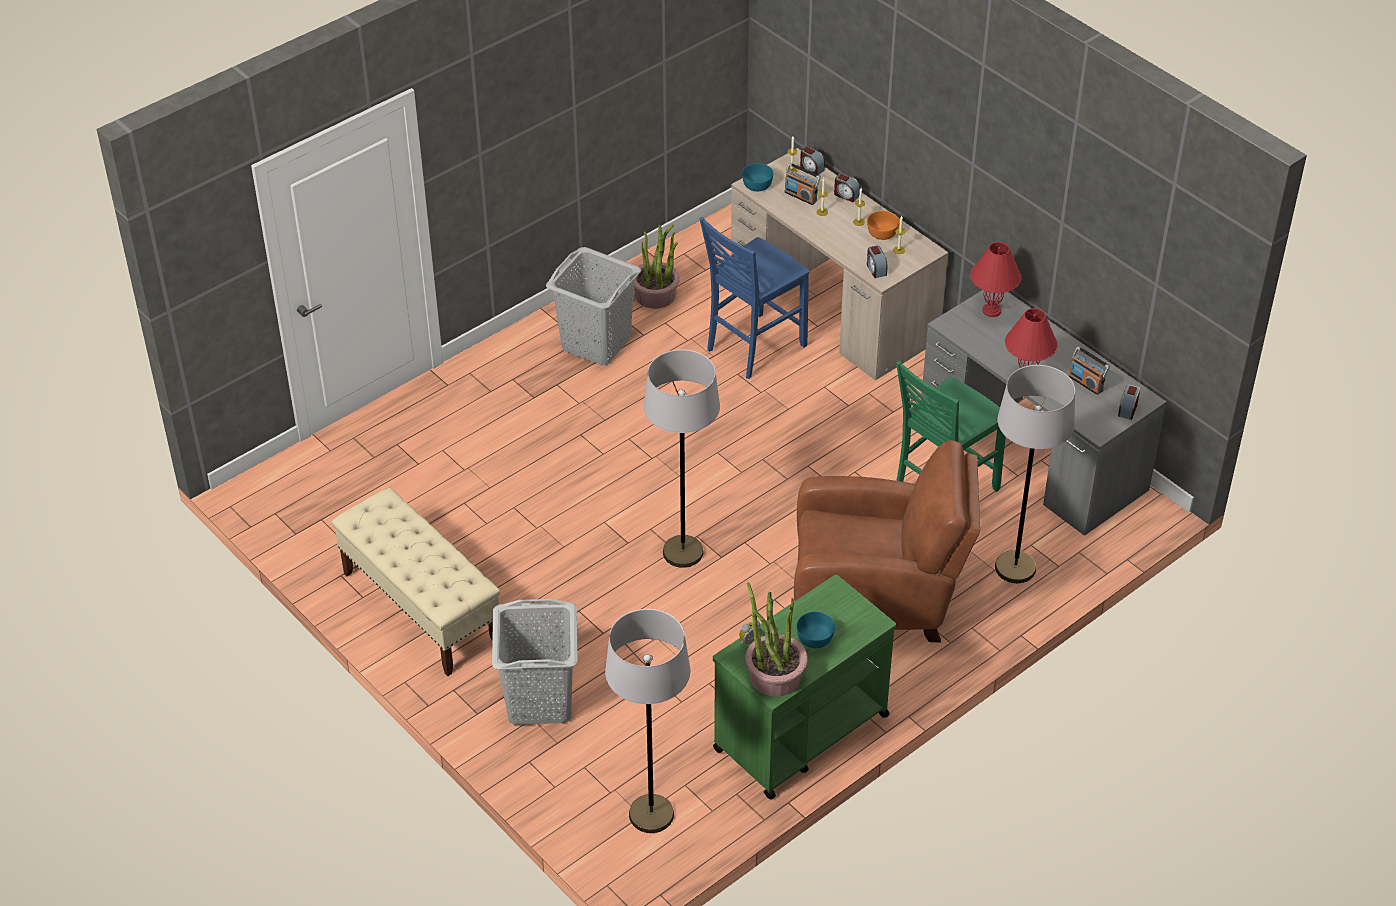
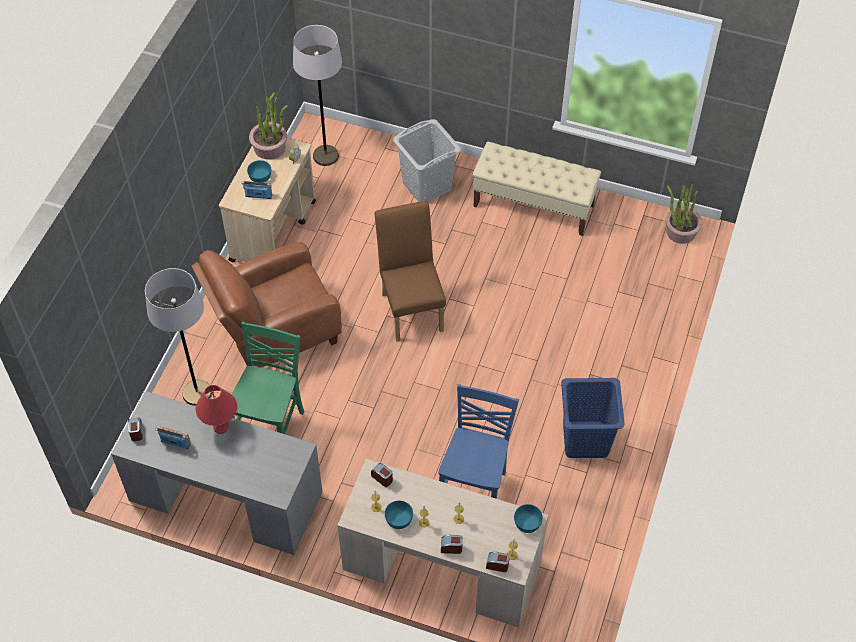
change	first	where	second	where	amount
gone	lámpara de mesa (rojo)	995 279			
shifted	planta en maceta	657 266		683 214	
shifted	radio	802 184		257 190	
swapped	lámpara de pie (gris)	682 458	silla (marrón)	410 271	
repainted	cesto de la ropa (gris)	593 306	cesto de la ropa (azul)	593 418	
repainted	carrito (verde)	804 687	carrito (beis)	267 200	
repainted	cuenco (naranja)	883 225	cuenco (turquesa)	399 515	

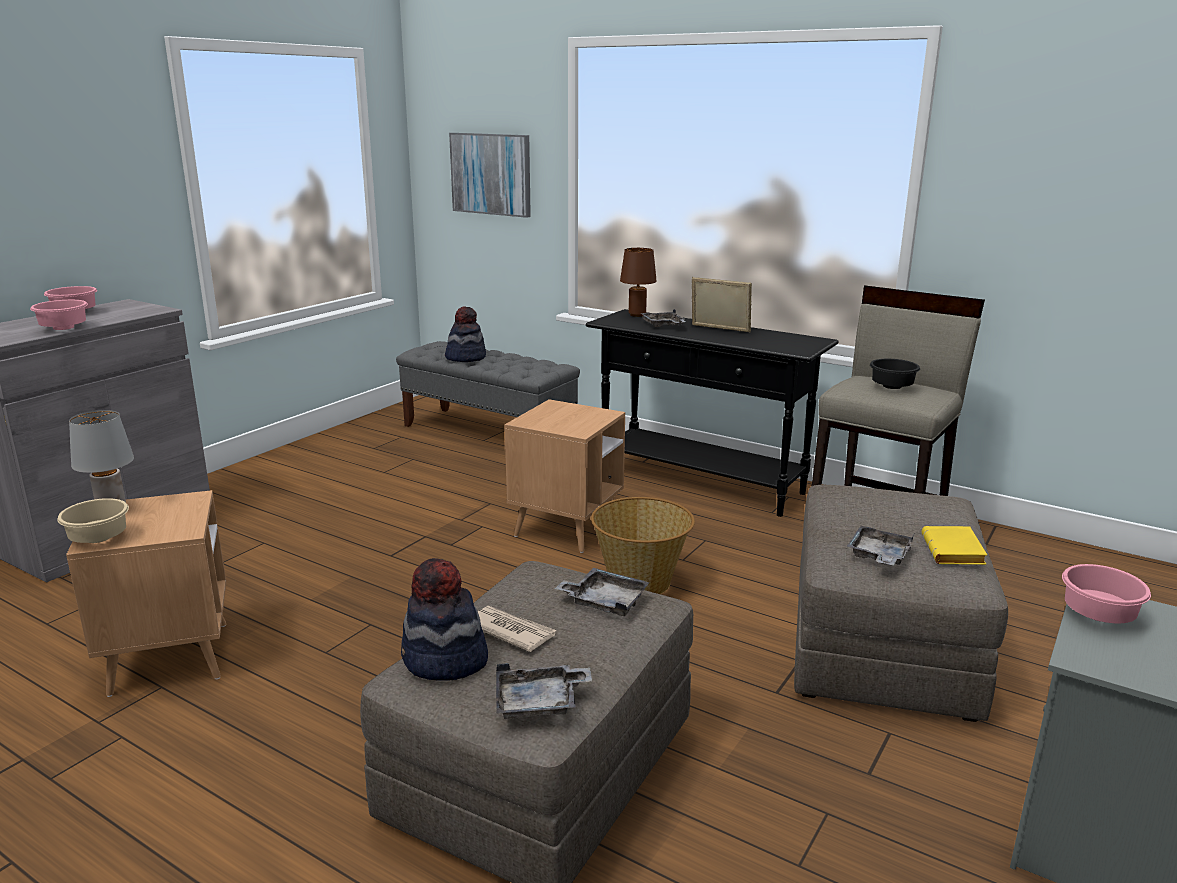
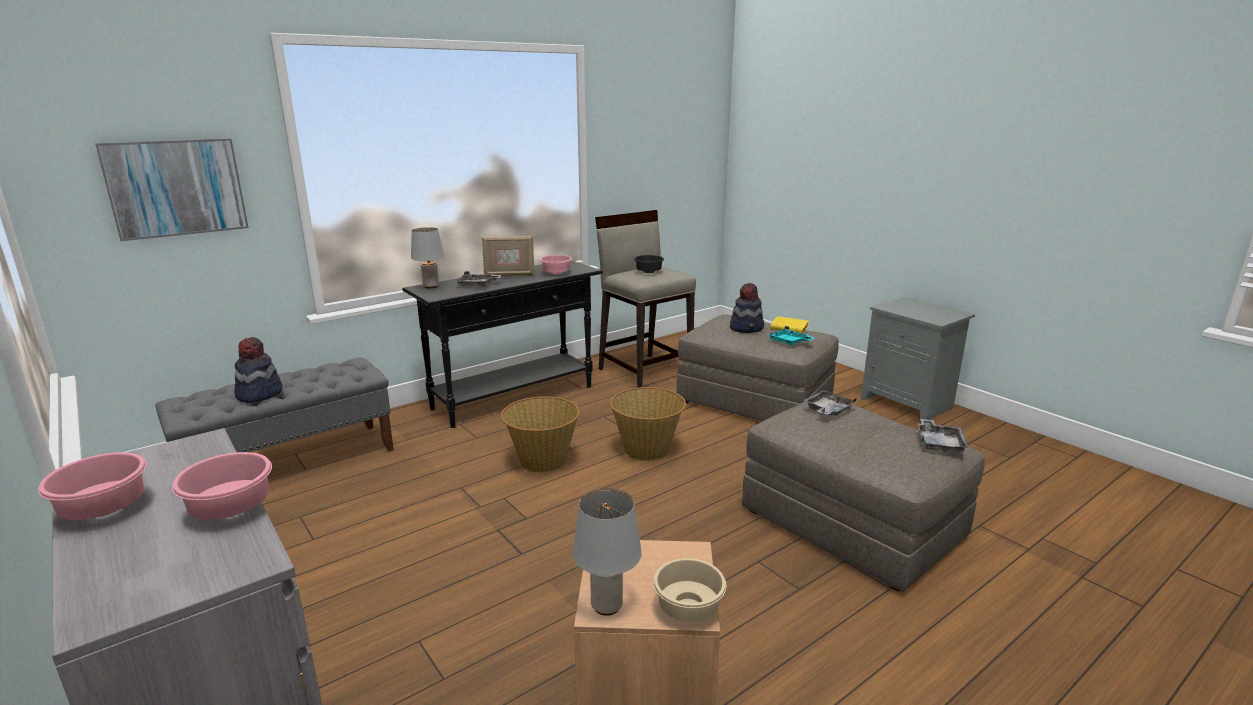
change	first	where	second	where	amount
gone	periódico	517 629			
shifted	sombrero	444 619		747 308	
shifted	cuenco (rosa)	1106 593		556 264	
swapped	mesa auxiliar (marrón)	565 476	cesta	540 434	
repainted	lámpara de mesa (marrón)	638 282	lámpara de mesa (gris)	427 258	
repainted	bandeja (gris)	880 545	bandeja (turquesa)	791 336	
rotated	portarretratos	722 304		508 256	150 degrees counterclockwise

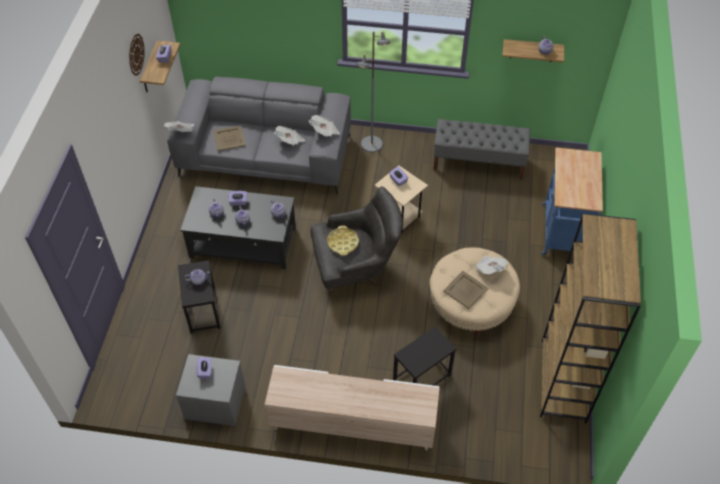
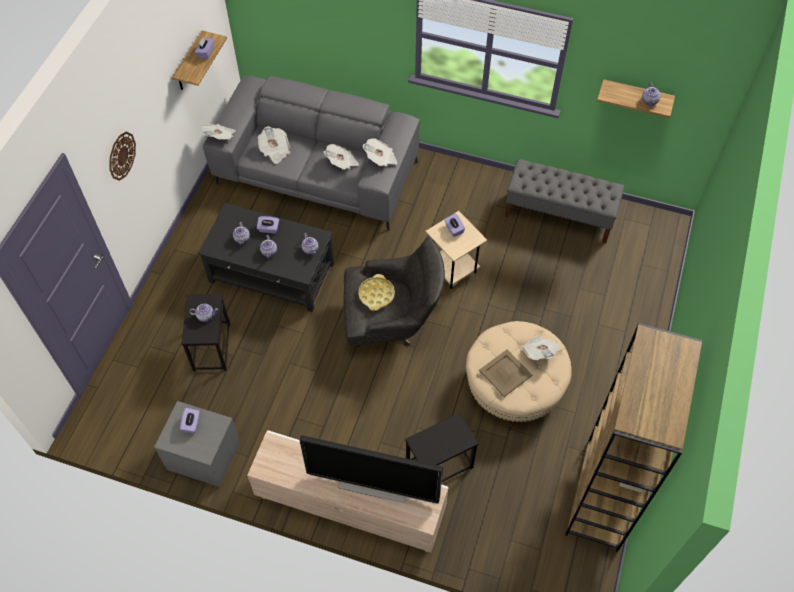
change	first	where	second	where	amount
gone	lámpara de pie (gris)	373 92			
gone	carrito (azul)	572 201			
new			televisor	371 469	
shifted	reloj de pared	137 54		123 156	
swapped	bandeja (beis)	229 138	periódico	274 145	

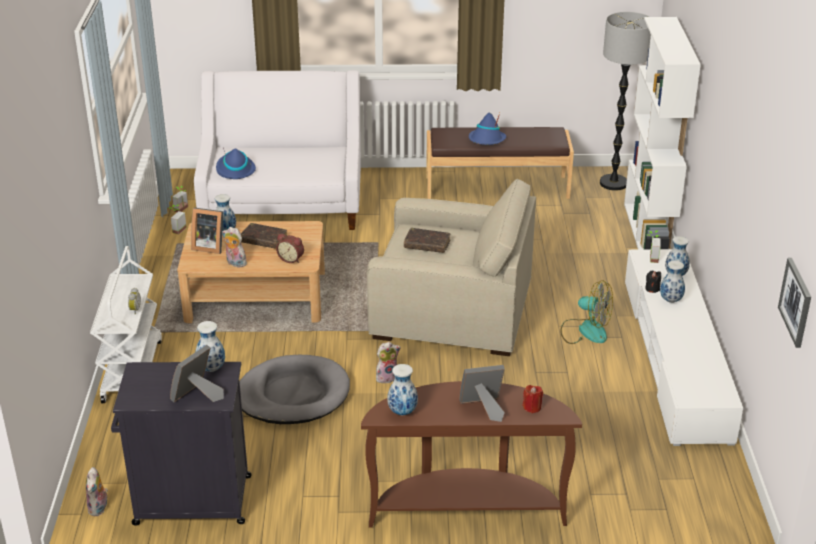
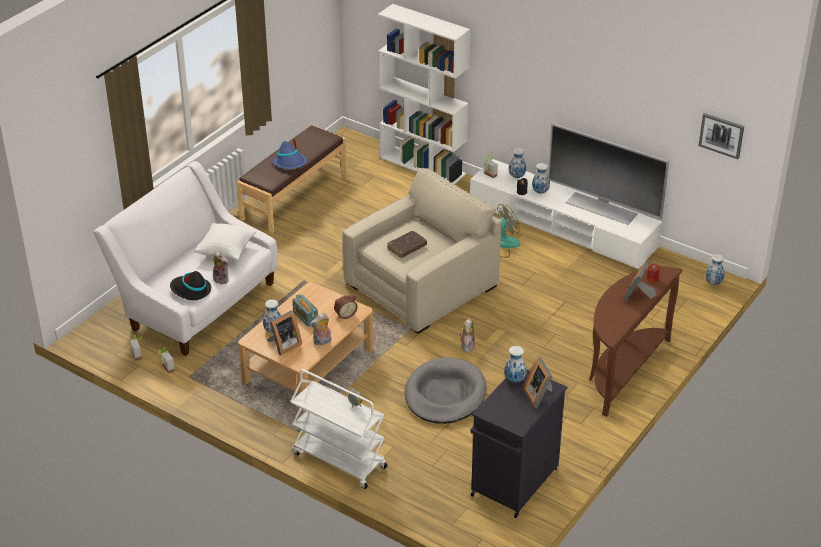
change	first	where	second	where	amount
gone	lámpara de pie	625 101			
new			cojín (blanco)	225 241	
new			televisor	608 174	
shifted	peluche	97 491		221 268	
shifted	florero	402 389		715 269	
swapped	libro (marrón)	264 236	radio	305 310	
repainted	sombrero (azul)	236 163	sombrero (negro)	190 285	

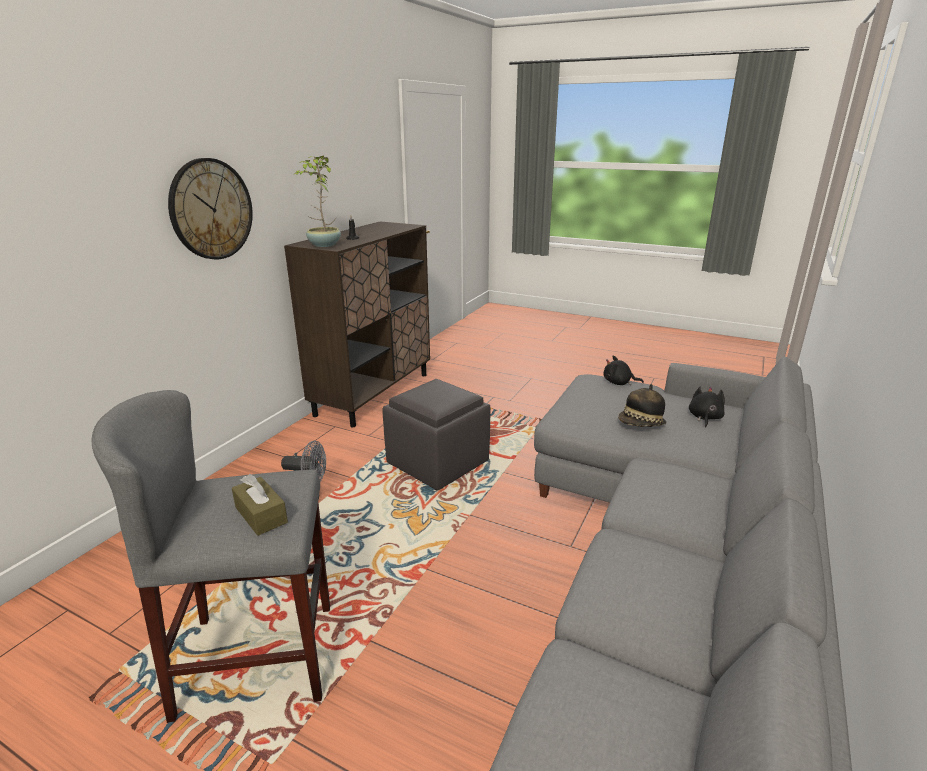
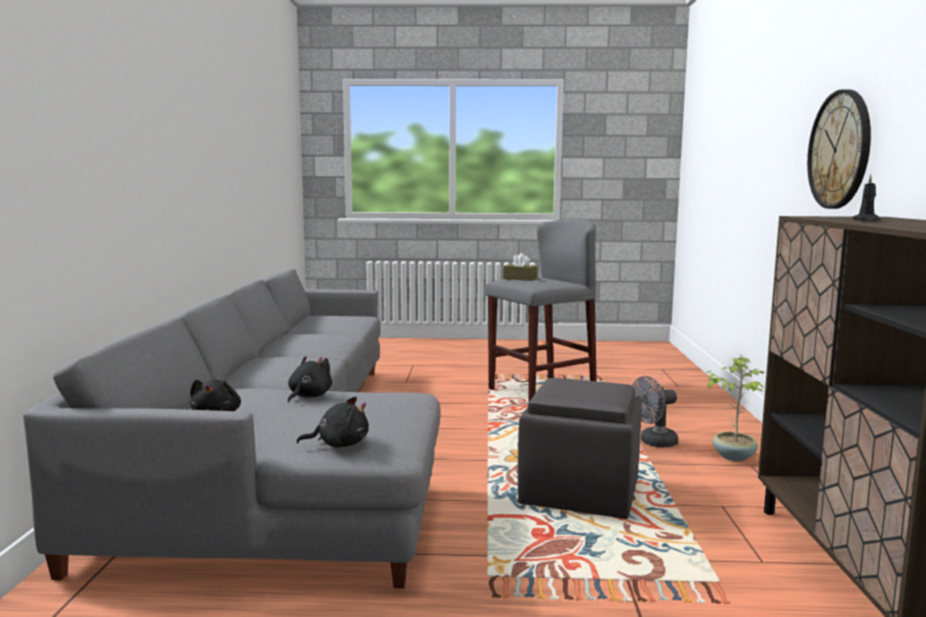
change	first	where	second	where	amount
shifted	planta en maceta	317 201		734 407	
swapped	sombrero	642 405	peluche (negro)	310 379	

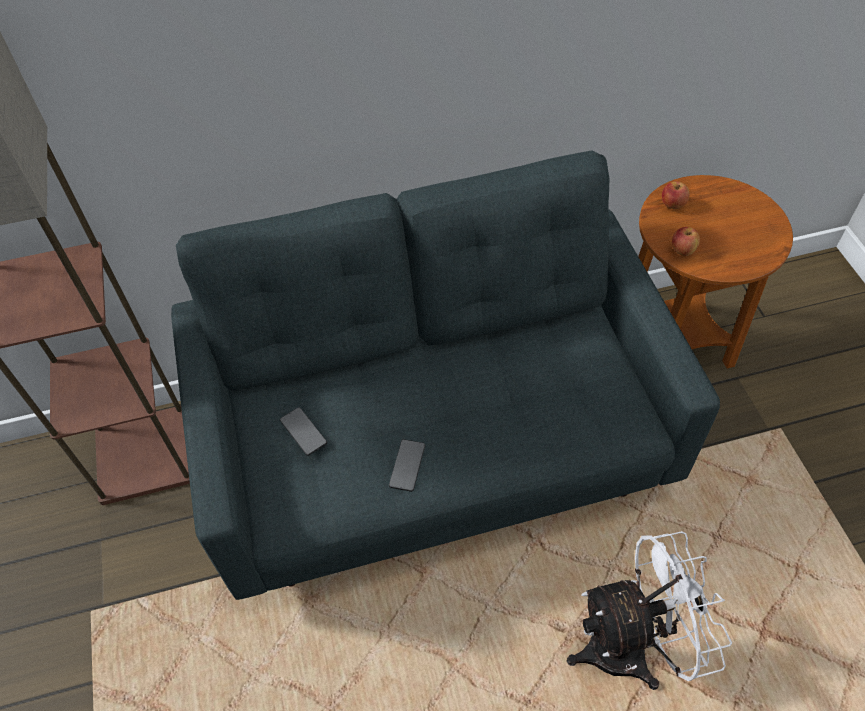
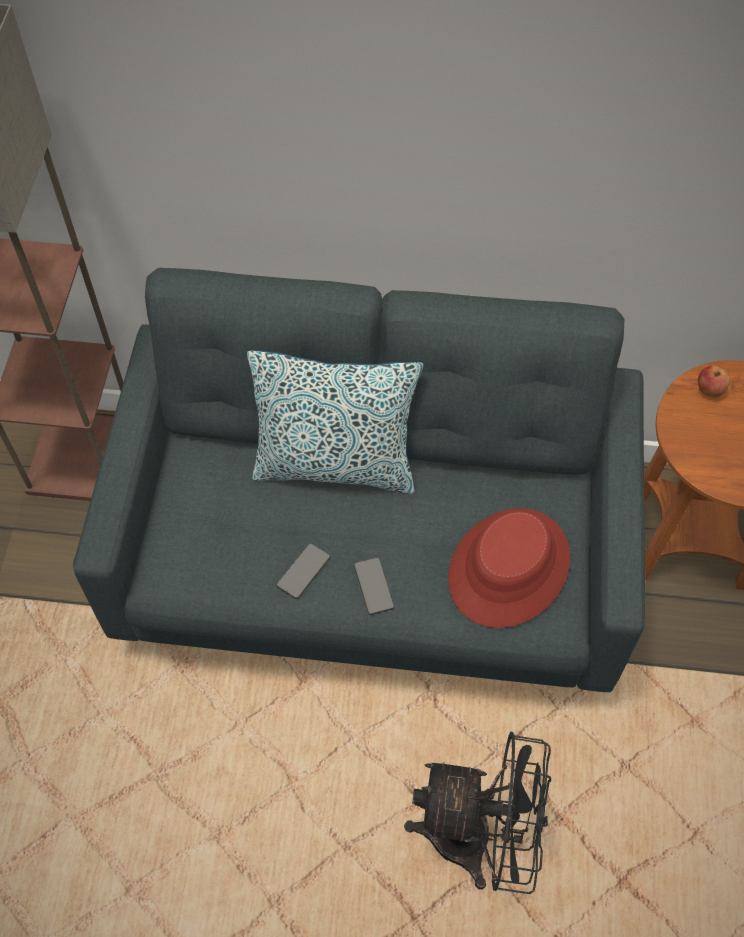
change	first	where	second	where	amount
gone	manzana	686 241			
new			cojín	335 422	
new			sombrero (rojo)	509 568	
shifted	móvil	303 431		374 586	
repainted	ventilador (blanco)	649 610	ventilador (negro)	477 813	

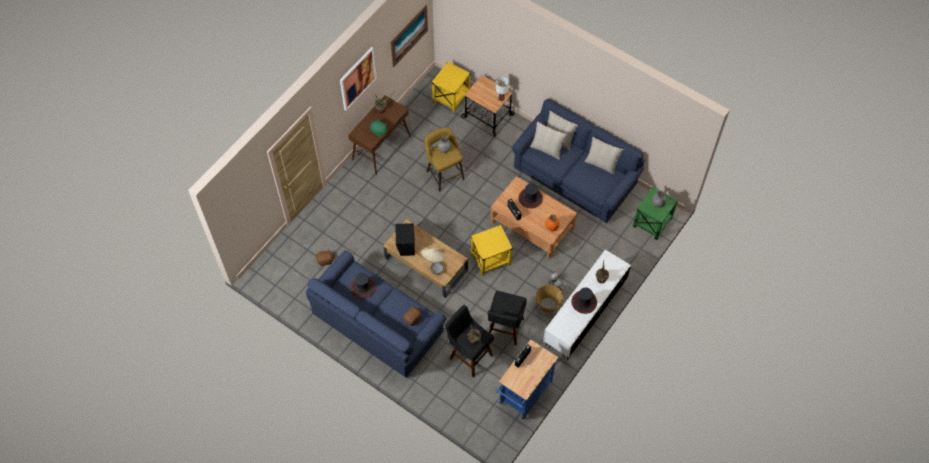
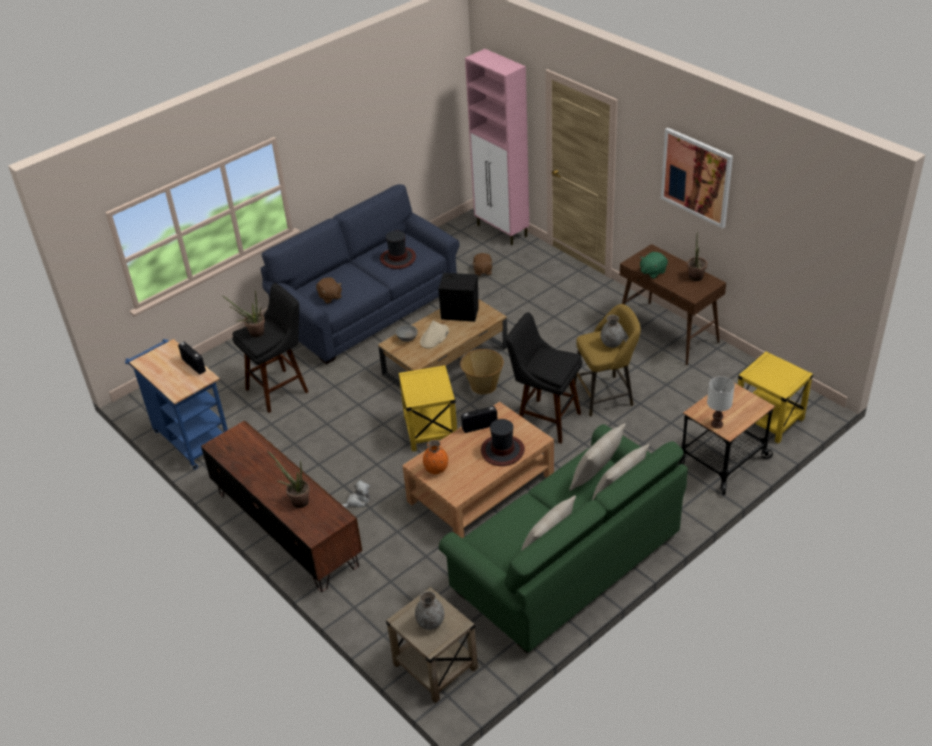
change	first	where	second	where	amount
gone	cuadro	409 36			
gone	sombrero	584 301			
new			armario (rosa)	497 147	
shifted	taburete (negro)	507 318		544 378	
shifted	cesta	550 299		482 372	
repainted	sofá (azul)	578 161	sofá (verde)	563 538	
repainted	mueble de televisión (blanco)	587 305	mueble de televisión (marrón)	281 506	
repainted	mesa auxiliar (verde)	655 213	mesa auxiliar (beis)	432 645	

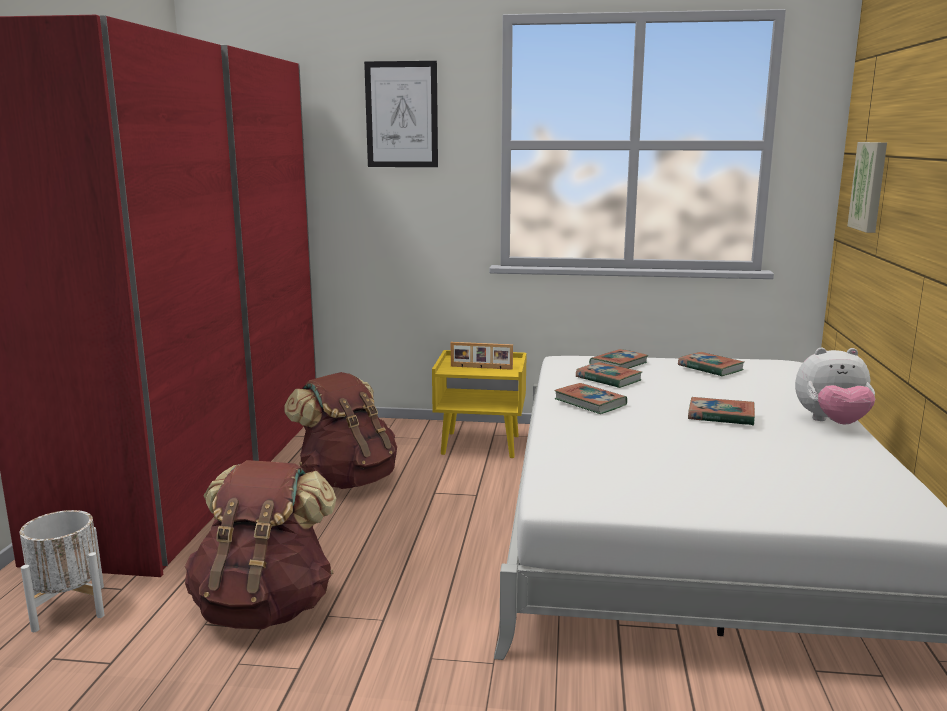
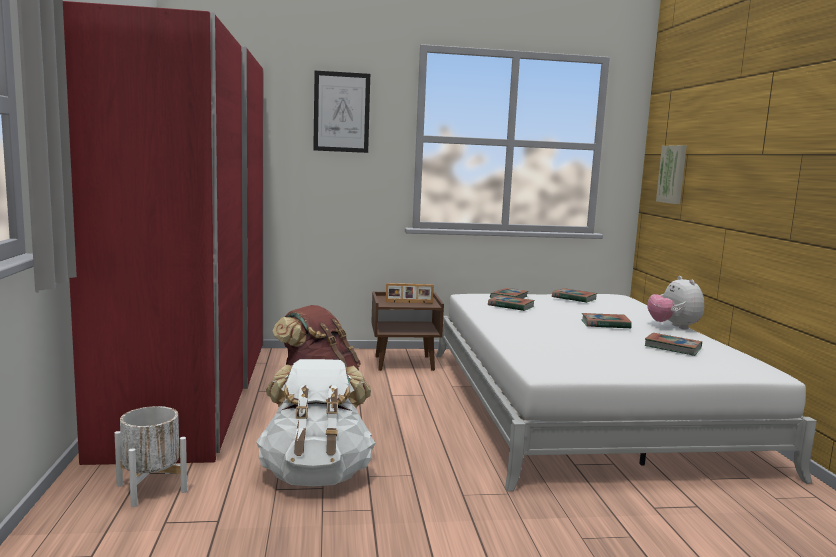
change	first	where	second	where	amount
shifted	libro	590 398		673 344	
repainted	mochila (marrón)	260 544	mochila (blanco)	315 422	
repainted	mesita de noche (amarillo)	479 404	mesita de noche (marrón)	407 331	
rotated	peluche	835 386		675 303	90 degrees clockwise

